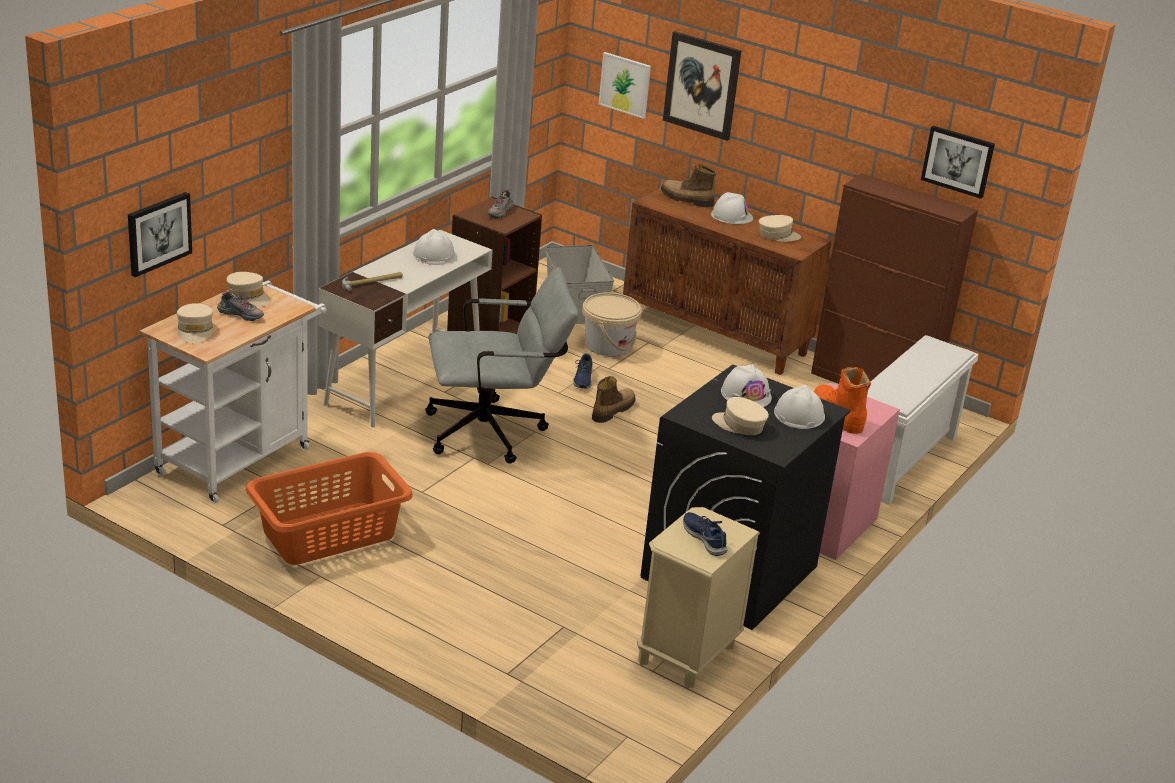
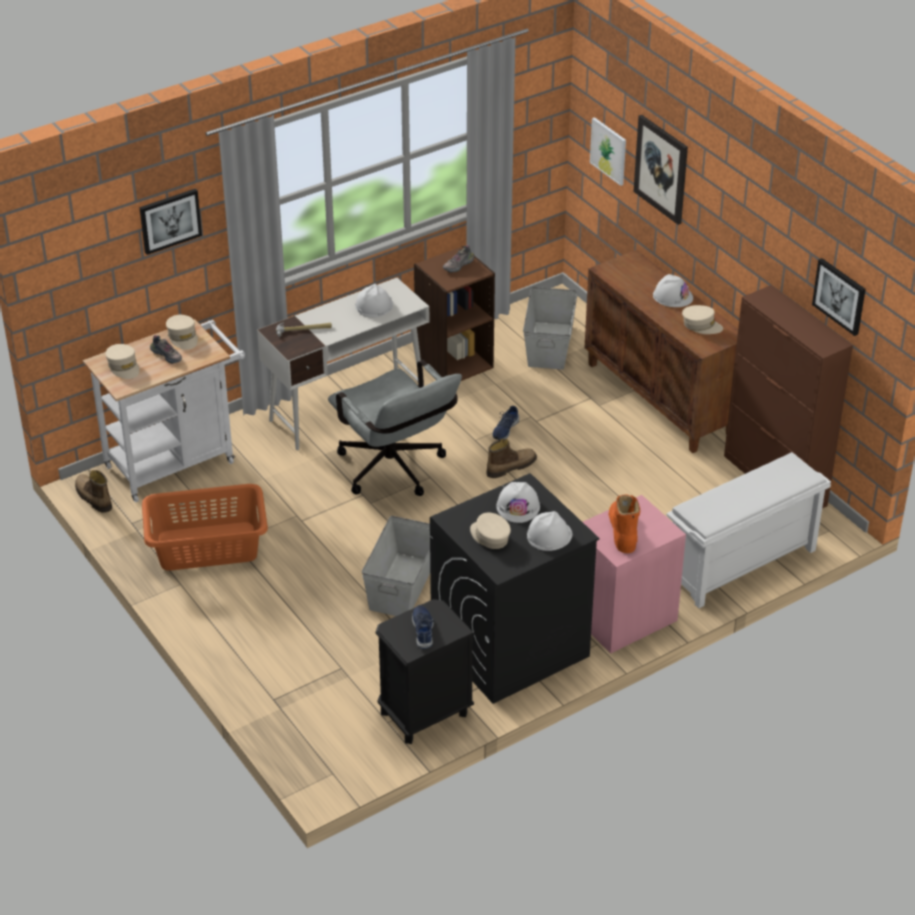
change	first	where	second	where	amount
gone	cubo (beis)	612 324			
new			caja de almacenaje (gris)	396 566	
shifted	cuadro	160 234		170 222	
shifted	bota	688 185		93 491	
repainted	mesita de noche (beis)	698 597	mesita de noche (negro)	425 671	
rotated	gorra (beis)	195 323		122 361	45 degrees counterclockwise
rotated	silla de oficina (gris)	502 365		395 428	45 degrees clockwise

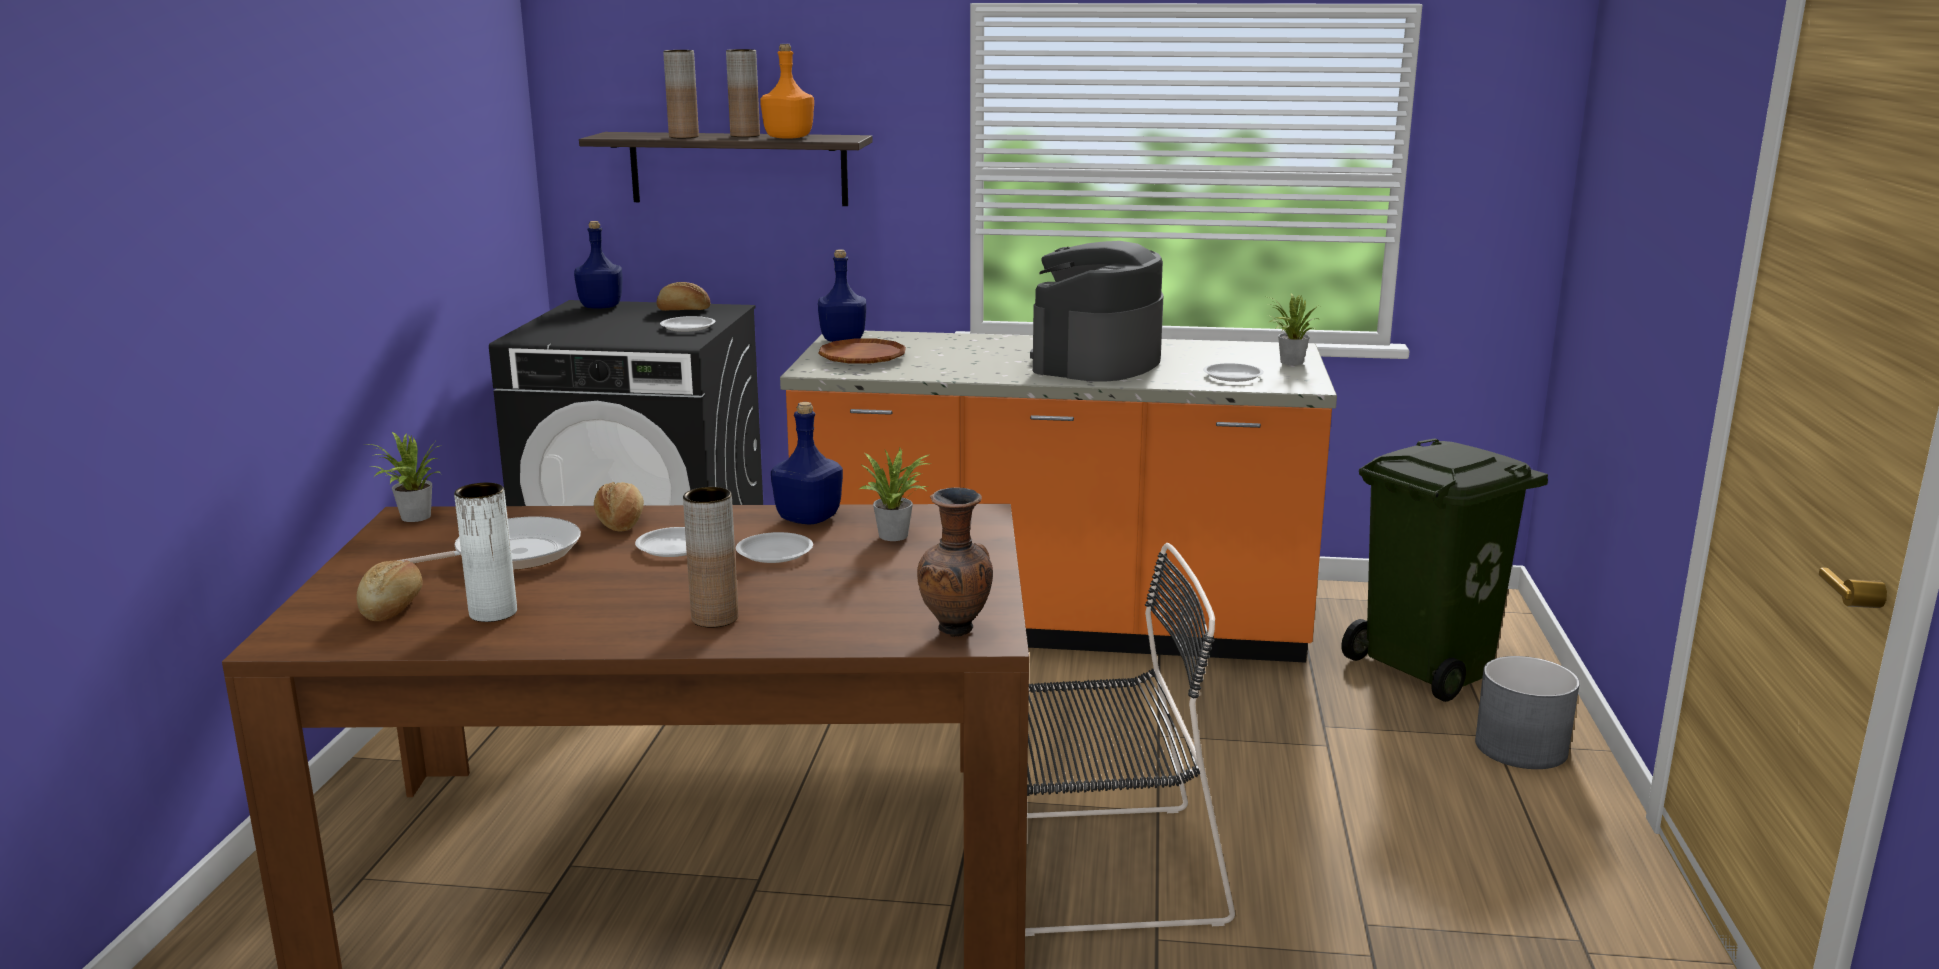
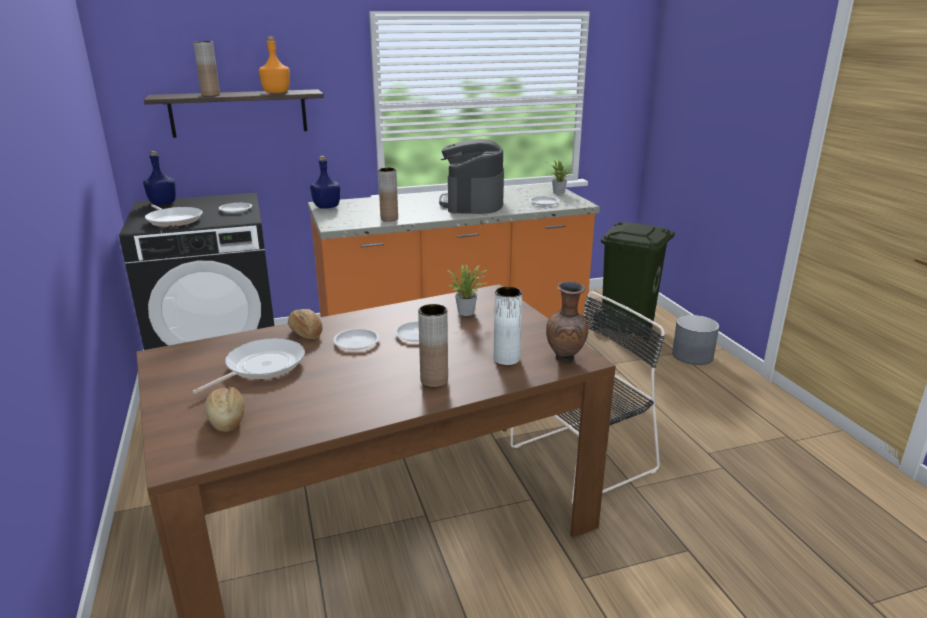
change	first	where	second	where	amount
gone	planta en maceta	405 477			
gone	pan	683 296			
gone	botella (azul)	807 463			
gone	plato (marrón)	862 351			
new			sartén	174 215	
shifted	florero (blanco)	485 552		508 326	
shifted	florero (marrón)	743 93		388 194	

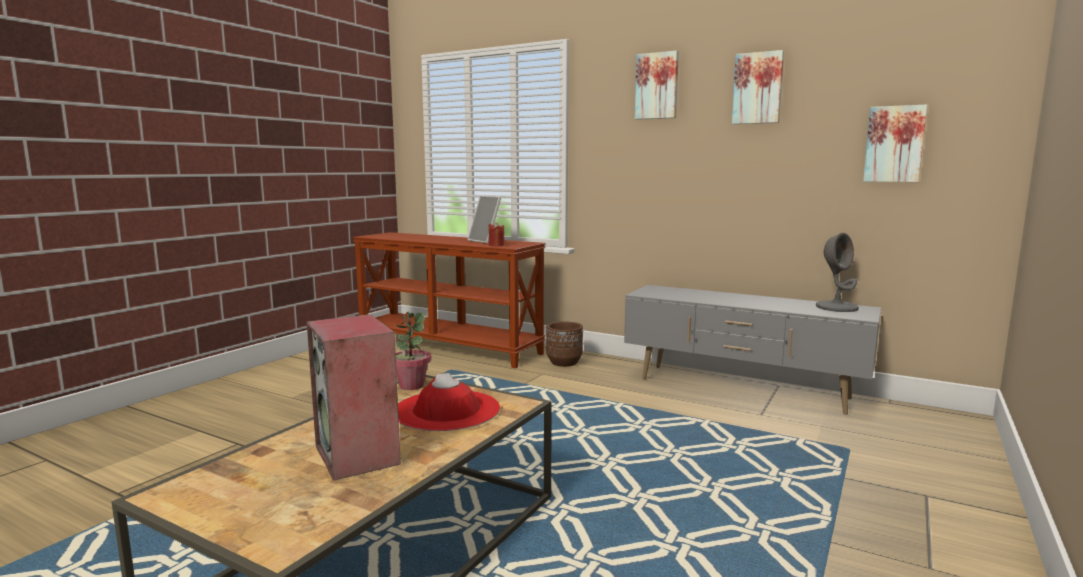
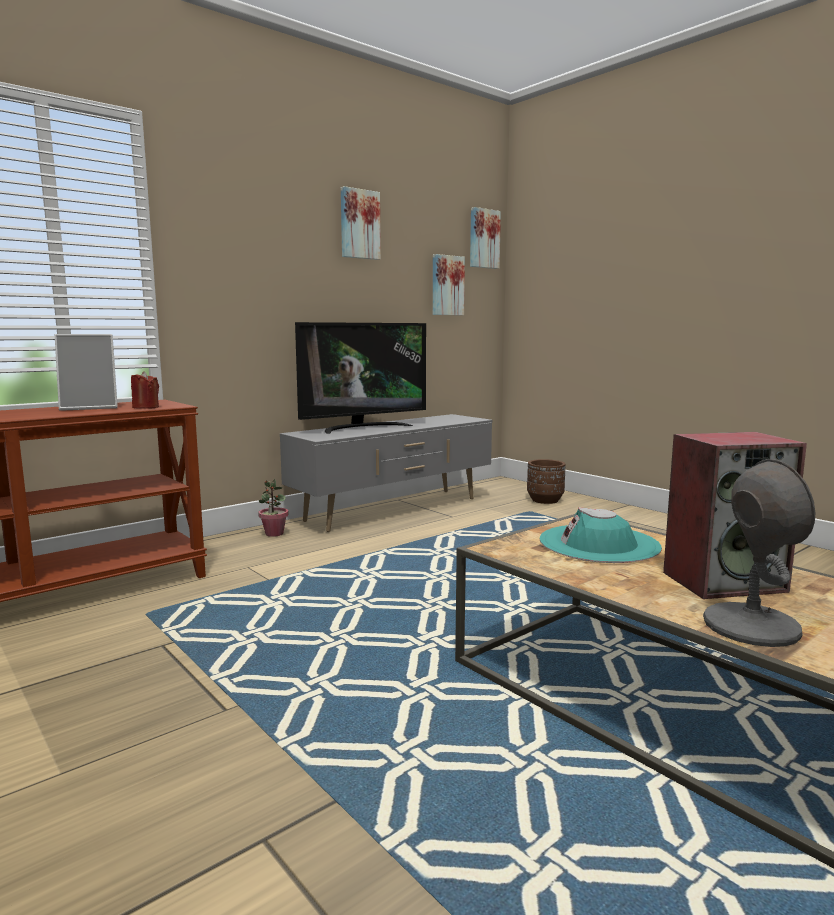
change	first	where	second	where	amount
new			televisor	360 378	
shifted	planta en maceta	413 350		273 507	
shifted	maceta (marrón)	564 344		546 481	
shifted	cuadro	657 85		485 238	
shifted	lámpara de mesa (gris)	837 272		759 553	
repainted	sombrero (rojo)	449 402	sombrero (turquesa)	601 535	

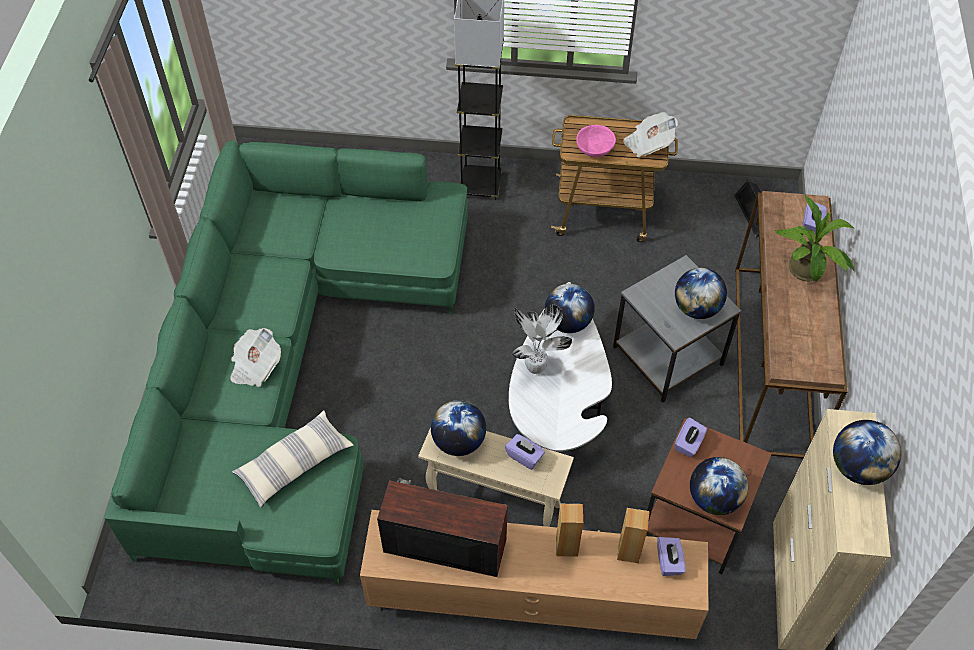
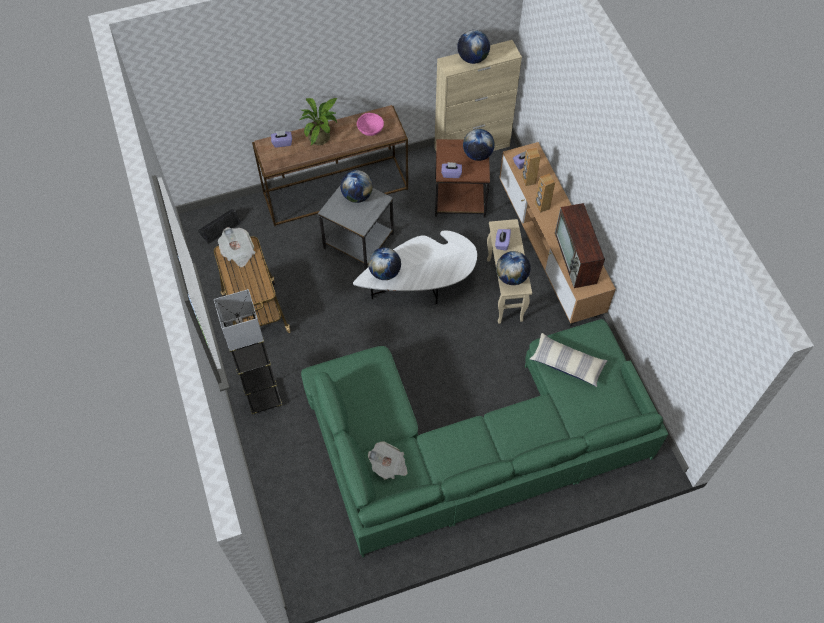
change	first	where	second	where	amount
gone	planta en maceta	542 339			
shifted	periódico	255 357		387 460	
shifted	cuenco (rosa)	596 141		370 124	

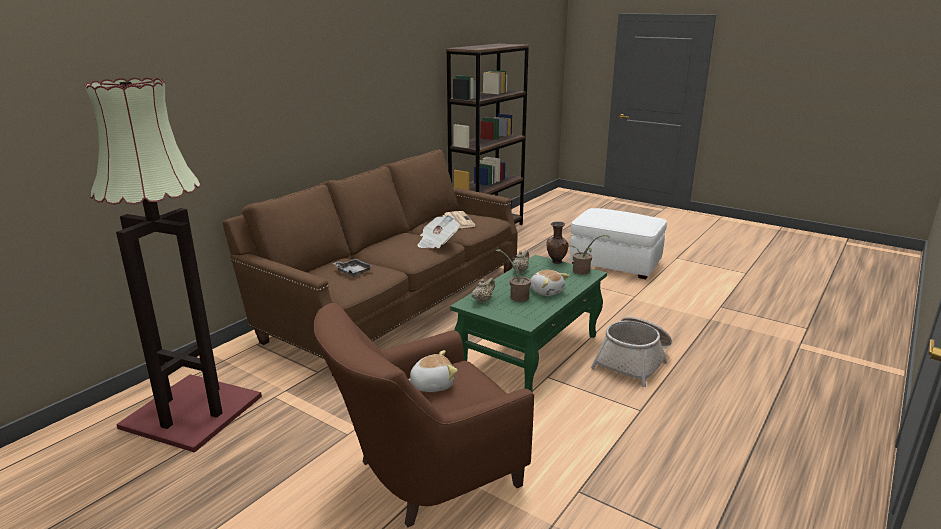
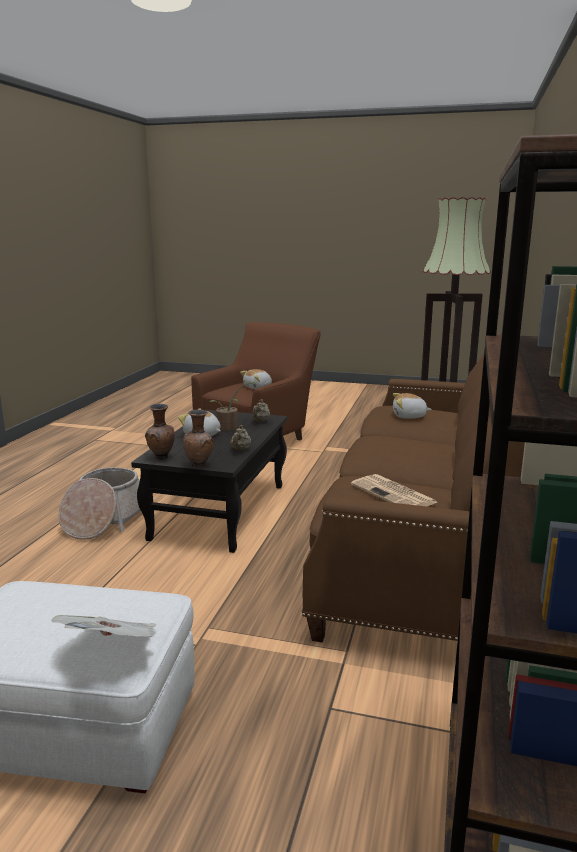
change	first	where	second	where	amount
shifted	periódico	438 231		104 626	
swapped	bandeja (gris)	352 267	peluche	412 406	
swapped	planta en maceta	589 255	florero (marrón)	160 432	
repainted	mesa de centro (verde)	528 323	mesa de centro (negro)	209 481	

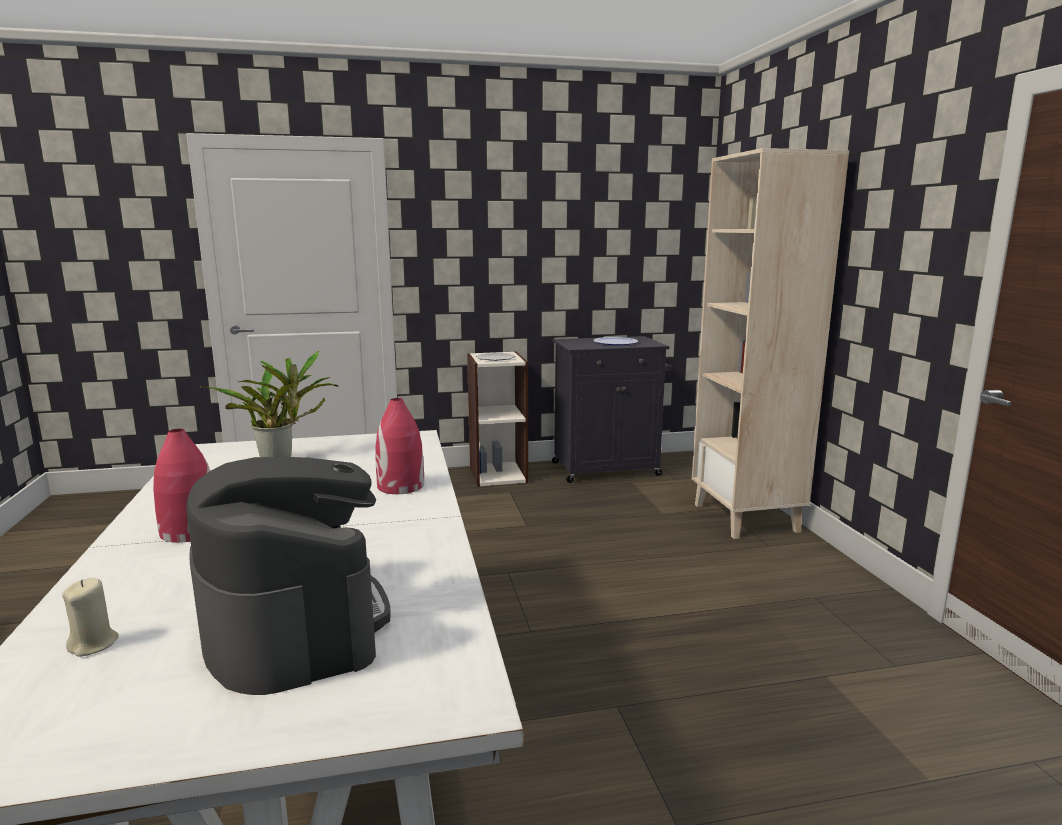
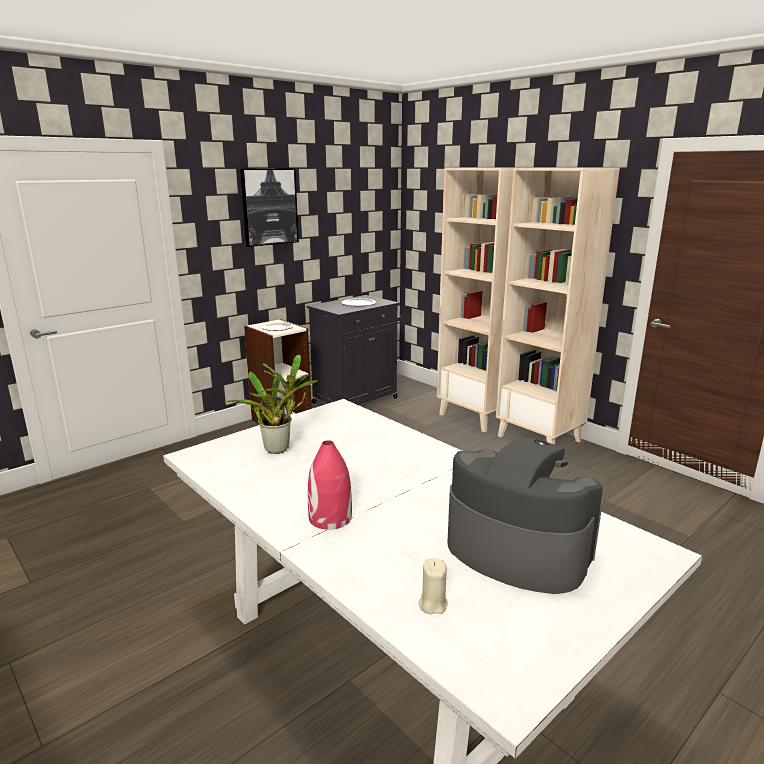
change	first	where	second	where	amount
gone	florero (rojo)	399 446			
new			cuadro	269 208	
new			estantería (beis)	558 306	

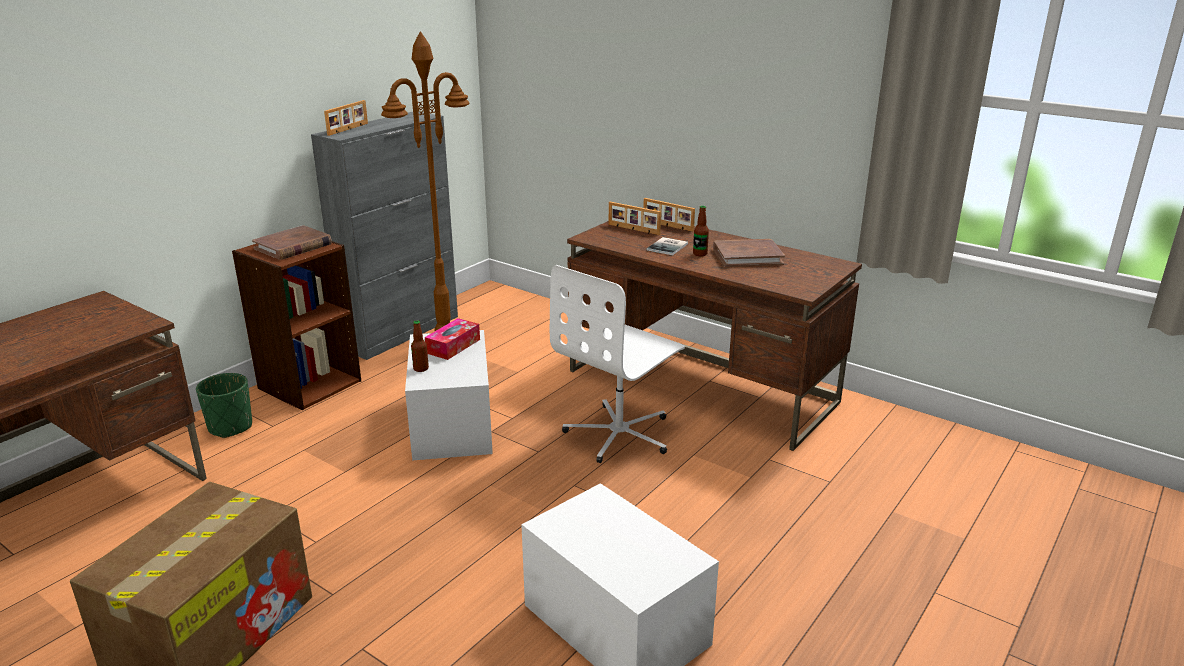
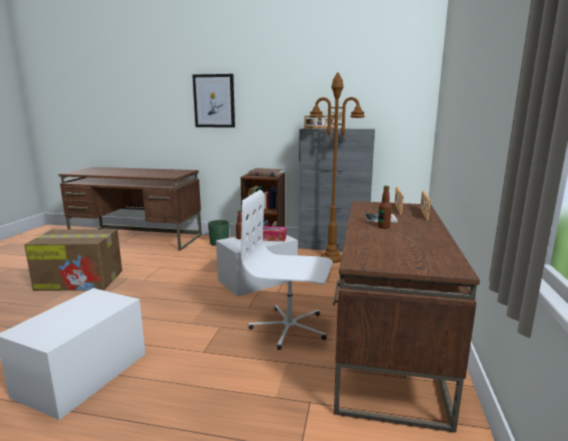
change	first	where	second	where	amount
gone	libro (marrón)	749 253			
new			cuadro	213 101	

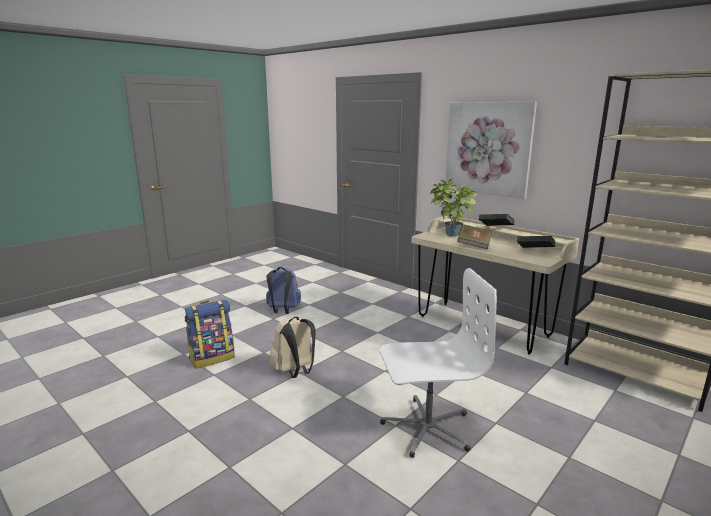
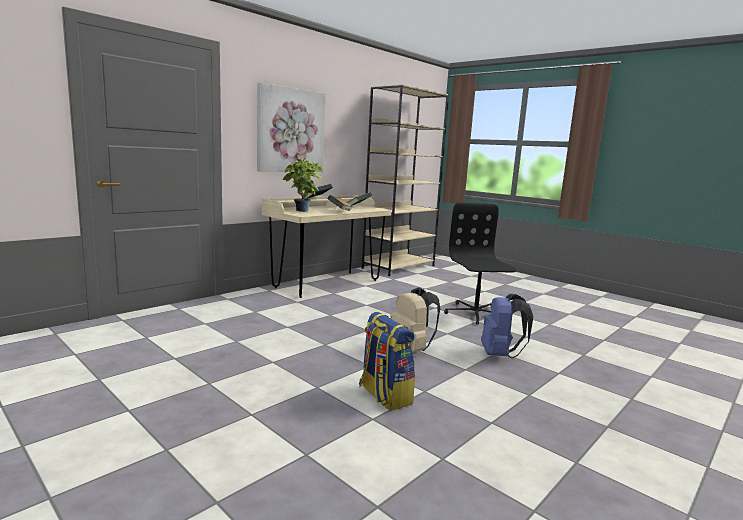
change	first	where	second	where	amount
shifted	mochila (azul)	283 290		507 326	
repainted	silla de oficina (blanco)	438 363	silla de oficina (negro)	480 263	

